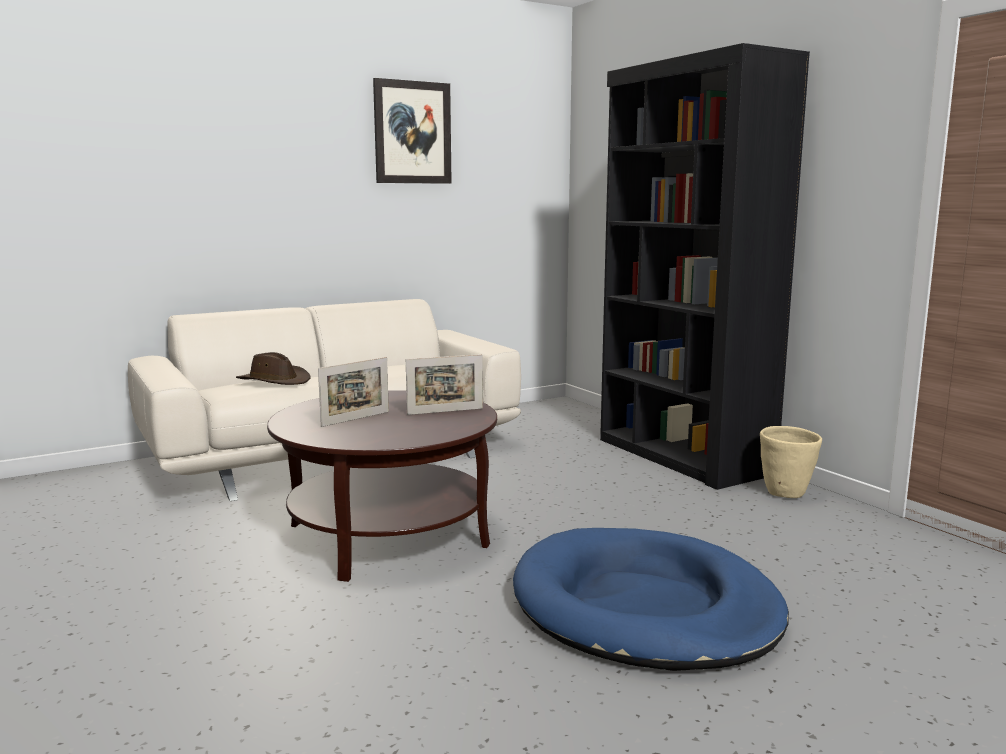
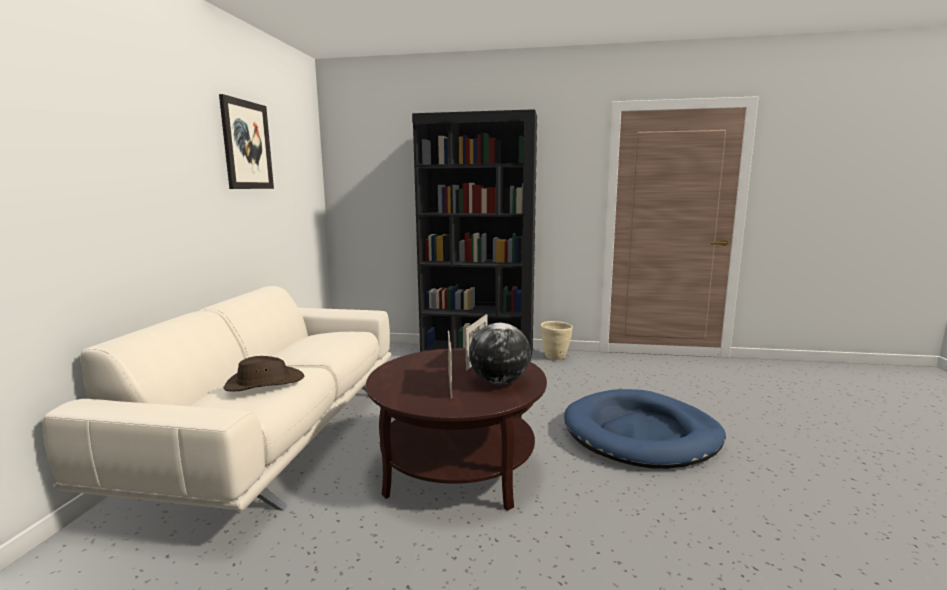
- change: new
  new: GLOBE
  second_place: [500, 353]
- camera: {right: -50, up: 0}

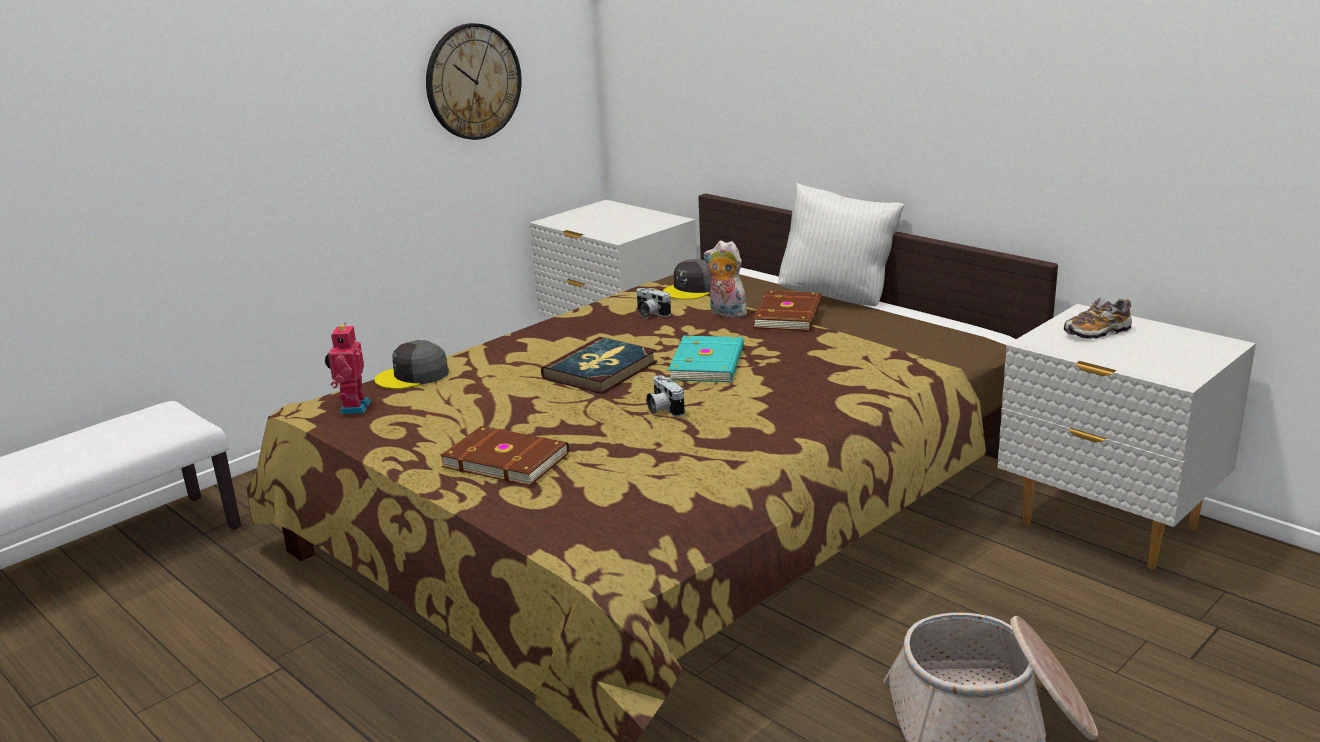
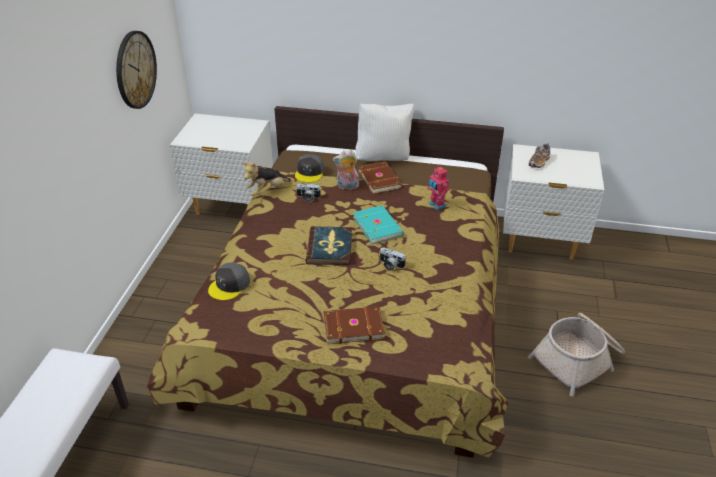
- change: new
  new: PLUSH TOY
  second_place: [266, 179]
- change: shifted
  old: TOY ROBOT
  first_place: [347, 368]
  second_place: [438, 188]
- camera: {right: -35, up: 15}

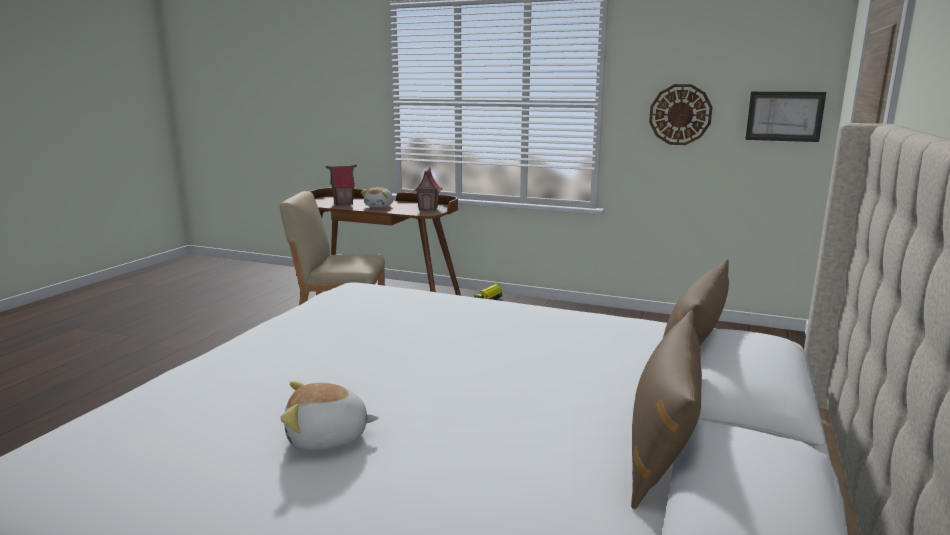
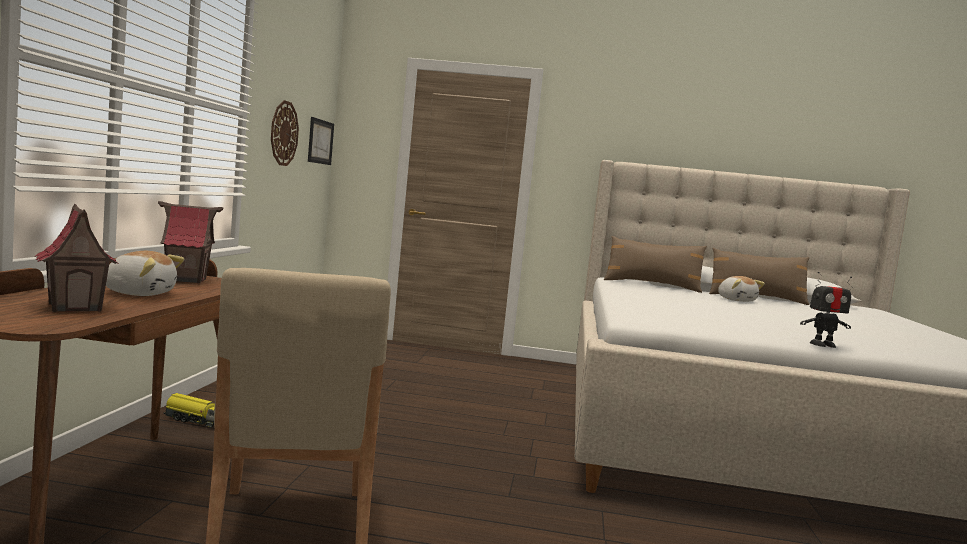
- change: new
  new: TOY ROBOT
  second_place: [826, 310]
- change: shifted
  old: PLUSH TOY
  first_place: [329, 416]
  second_place: [741, 289]
- camera: {right: -105, up: -10}

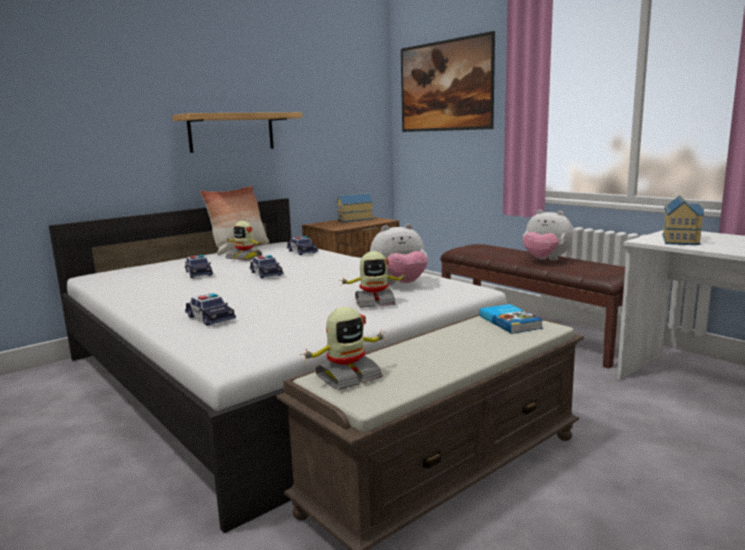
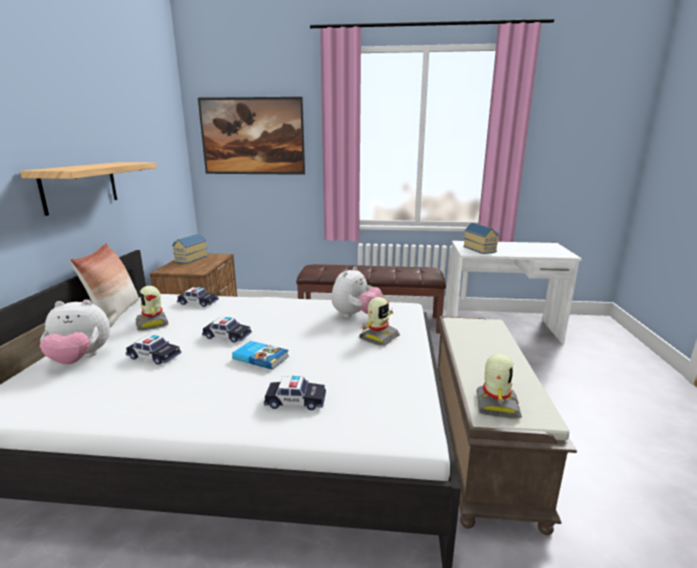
- change: shifted
  old: BOOK
  first_place: [511, 319]
  second_place: [260, 355]
- change: shifted
  old: PLUSH TOY
  first_place: [548, 235]
  second_place: [75, 332]
- change: rotated
  old: TOY ROBOT
  first_place: [244, 241]
  second_place: [152, 308]
  degrees: 75
- camera: {right: -45, up: 5}

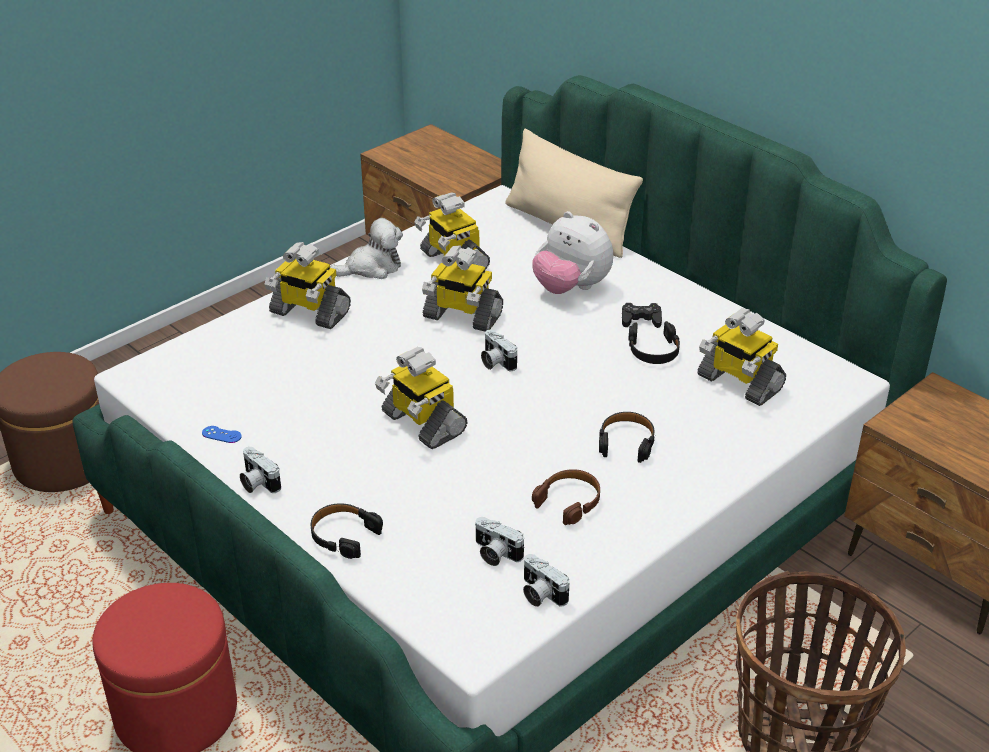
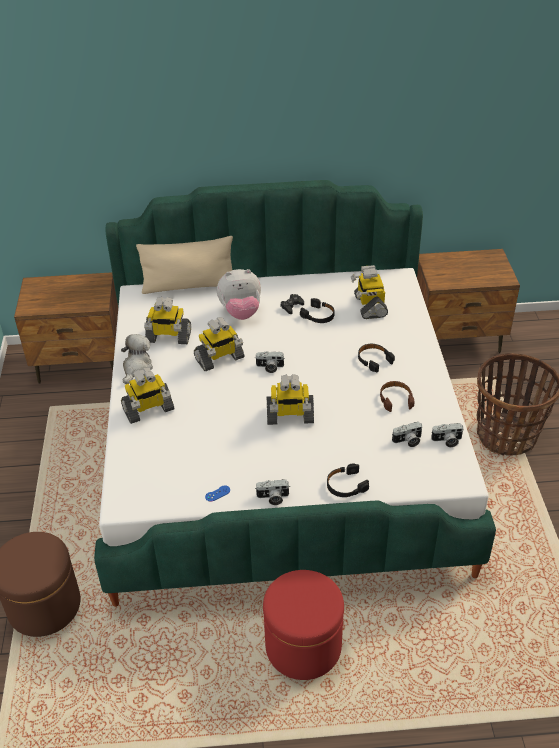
- change: rotated
  old: TOY ROBOT
  first_place: [741, 357]
  second_place: [369, 292]
  degrees: 90
- camera: {right: -50, up: 5}

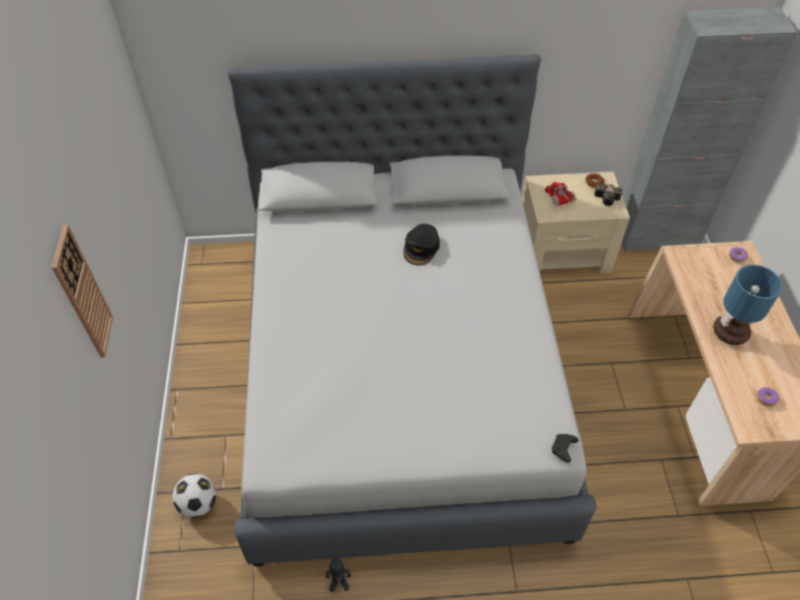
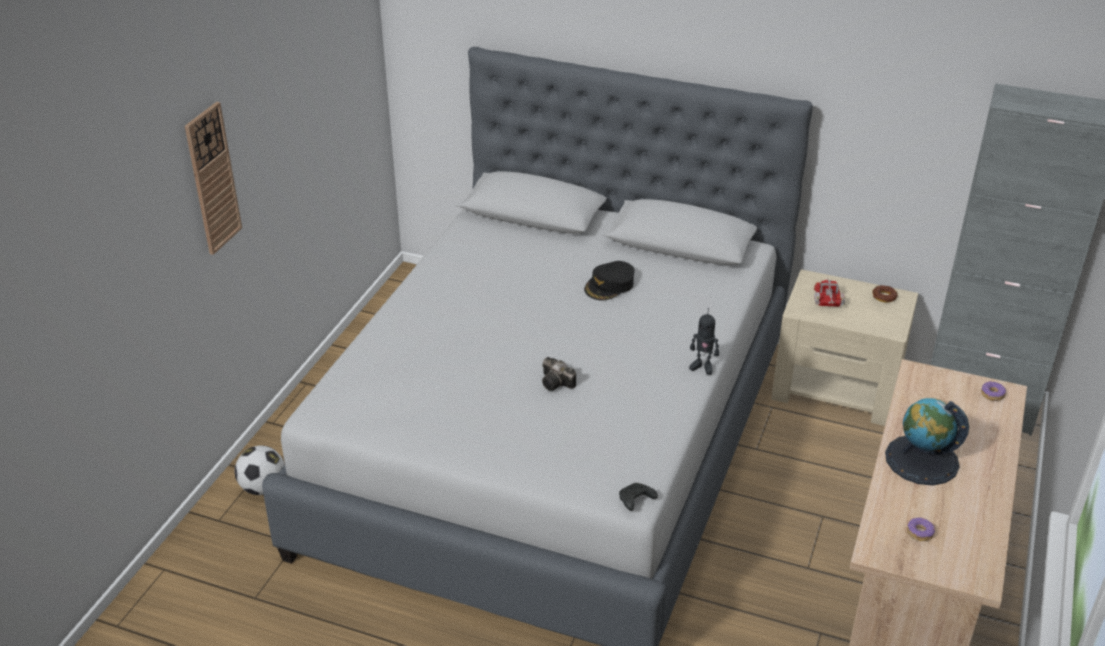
- change: shifted
  old: TOY ROBOT
  first_place: [338, 575]
  second_place: [704, 341]
- change: shifted
  old: PHOTO CAMERA
  first_place: [608, 195]
  second_place: [559, 374]
- change: swapped
  old: TABLE LAMP
  new: GLOBE
  first_place: [747, 305]
  second_place: [927, 441]
- camera: {right: 25, up: -15}

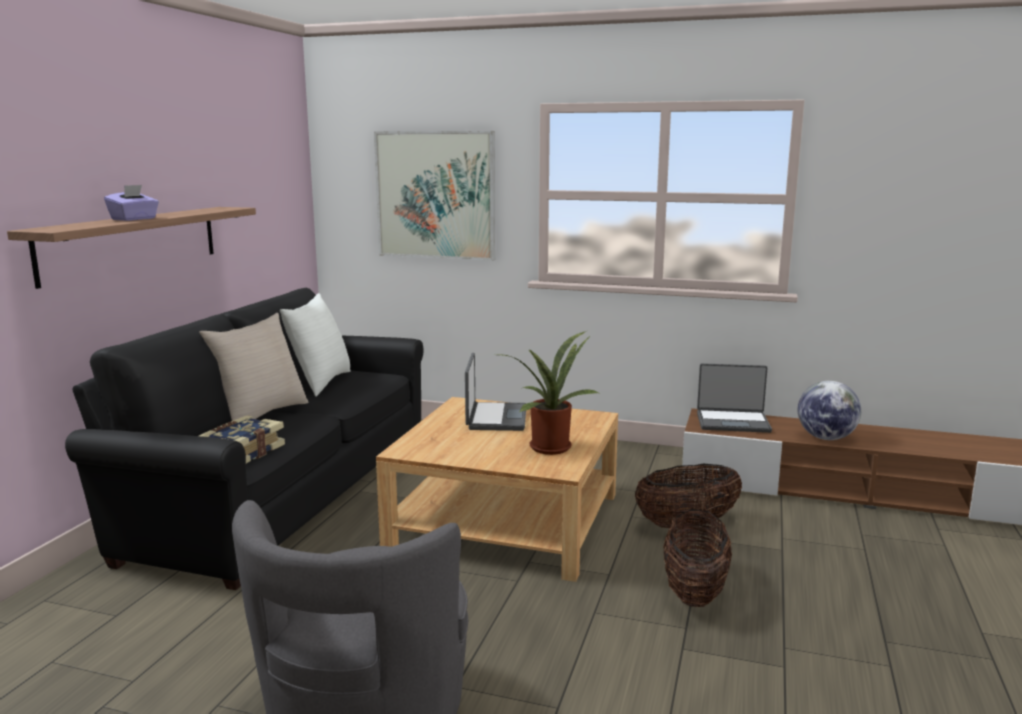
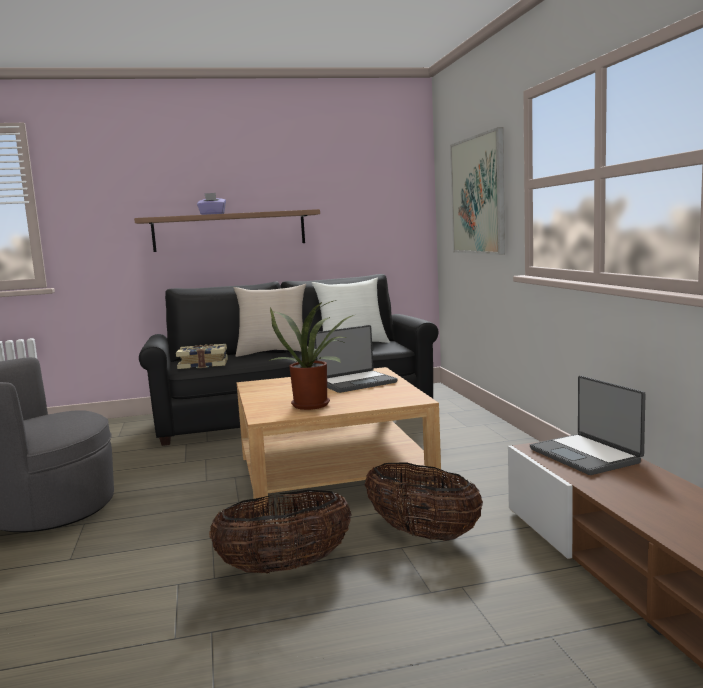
- change: gone
  old: GLOBE
  first_place: [829, 410]
- camera: {right: 60, up: -5}

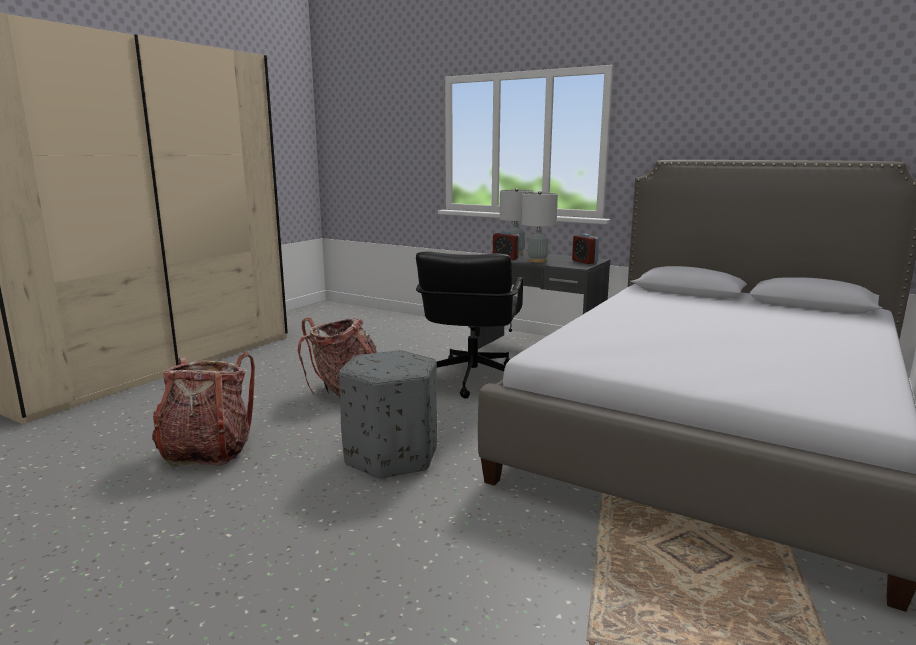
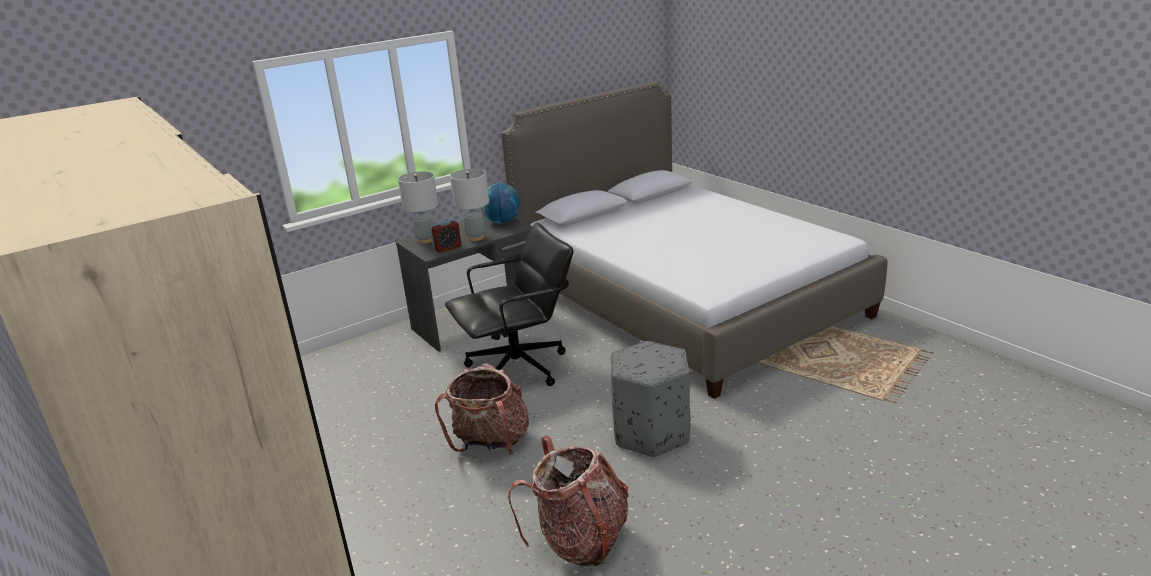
- change: swapped
  old: ALARM CLOCK
  new: GLOBE
  first_place: [585, 248]
  second_place: [500, 203]
- change: rotated
  old: BLACK OFFICE CHAIR
  first_place: [469, 325]
  second_place: [509, 304]
  degrees: -60
- camera: {right: -65, up: 10}

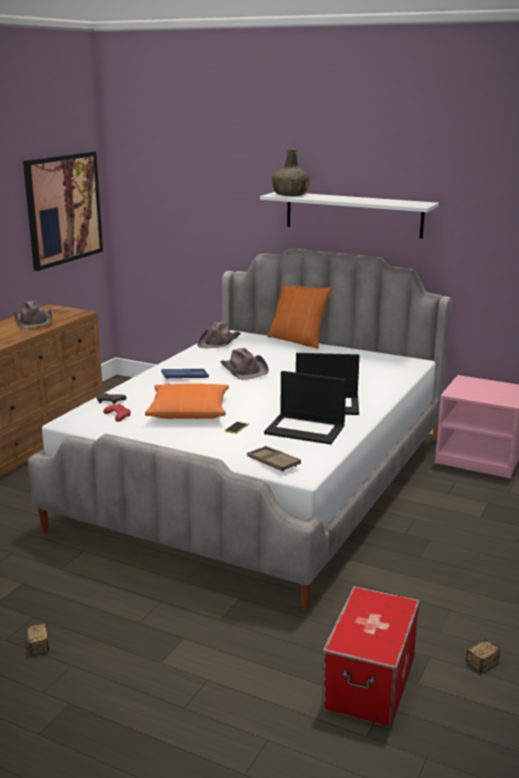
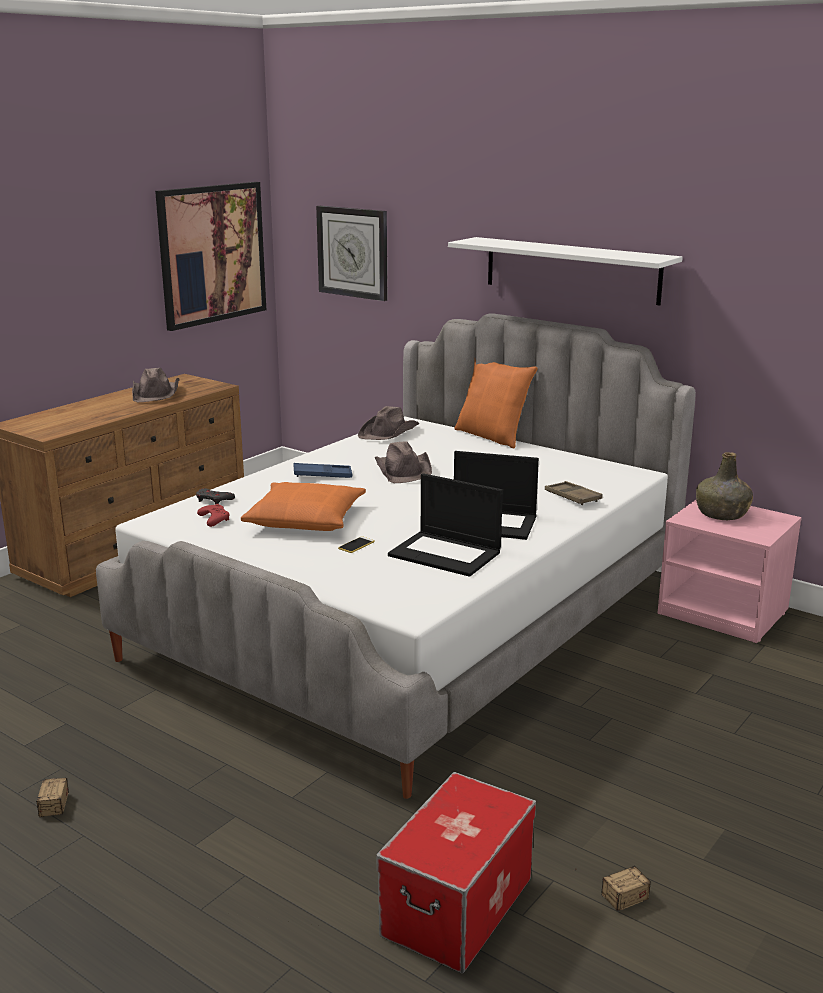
- change: new
  new: WALL CLOCK
  second_place: [351, 253]
- change: shifted
  old: BROWN TRAY
  first_place: [274, 459]
  second_place: [574, 493]
- change: shifted
  old: GREEN BOTTLE
  first_place: [291, 172]
  second_place: [724, 486]
- camera: {right: 10, up: 0}

